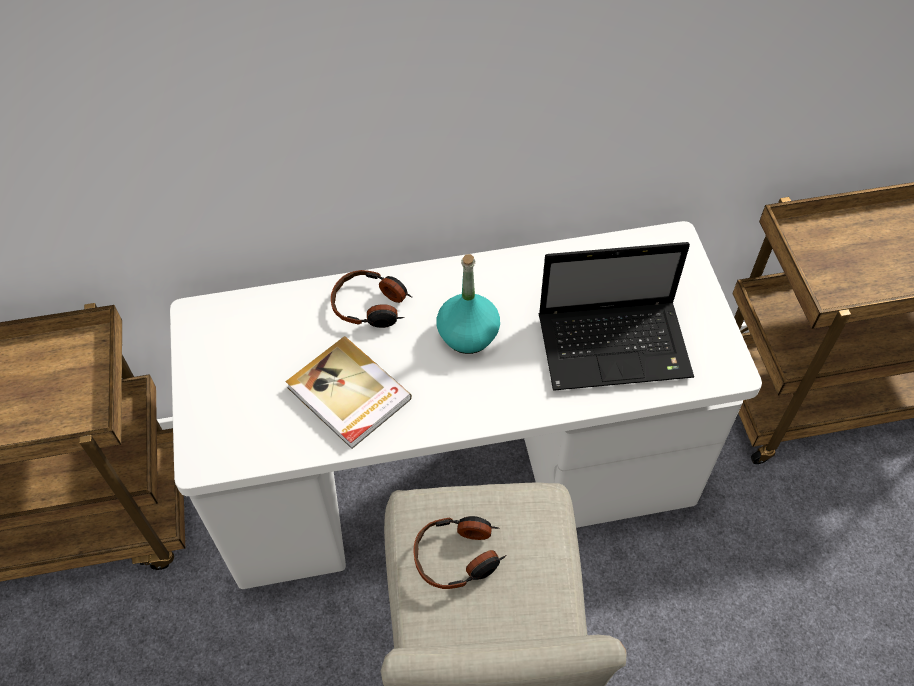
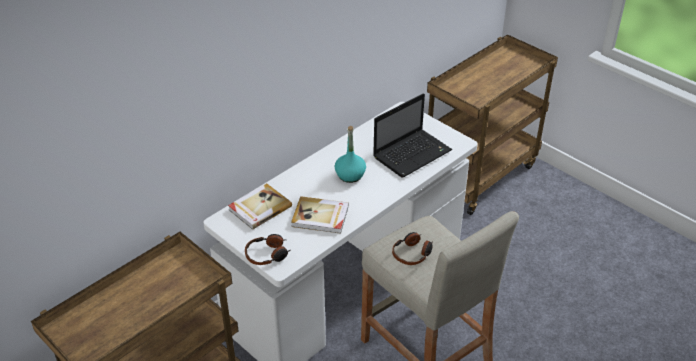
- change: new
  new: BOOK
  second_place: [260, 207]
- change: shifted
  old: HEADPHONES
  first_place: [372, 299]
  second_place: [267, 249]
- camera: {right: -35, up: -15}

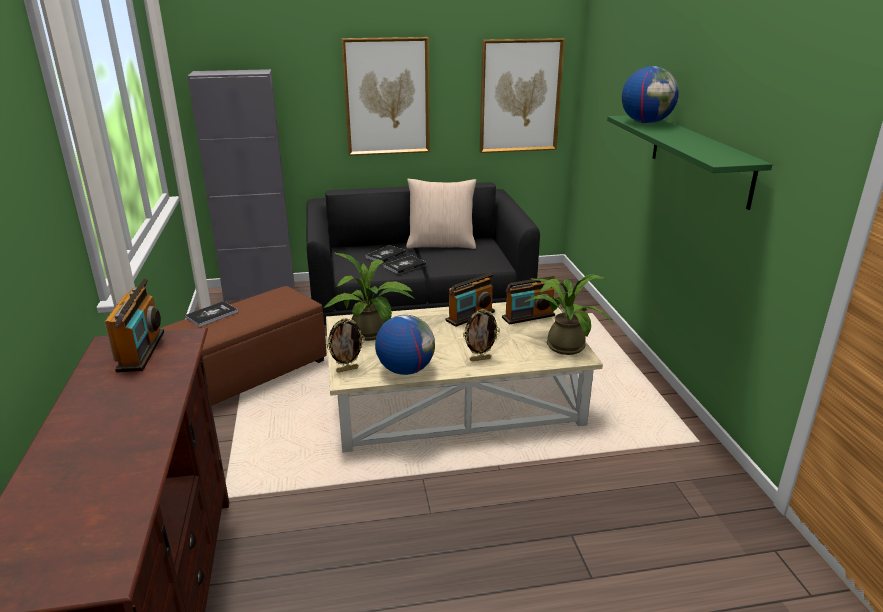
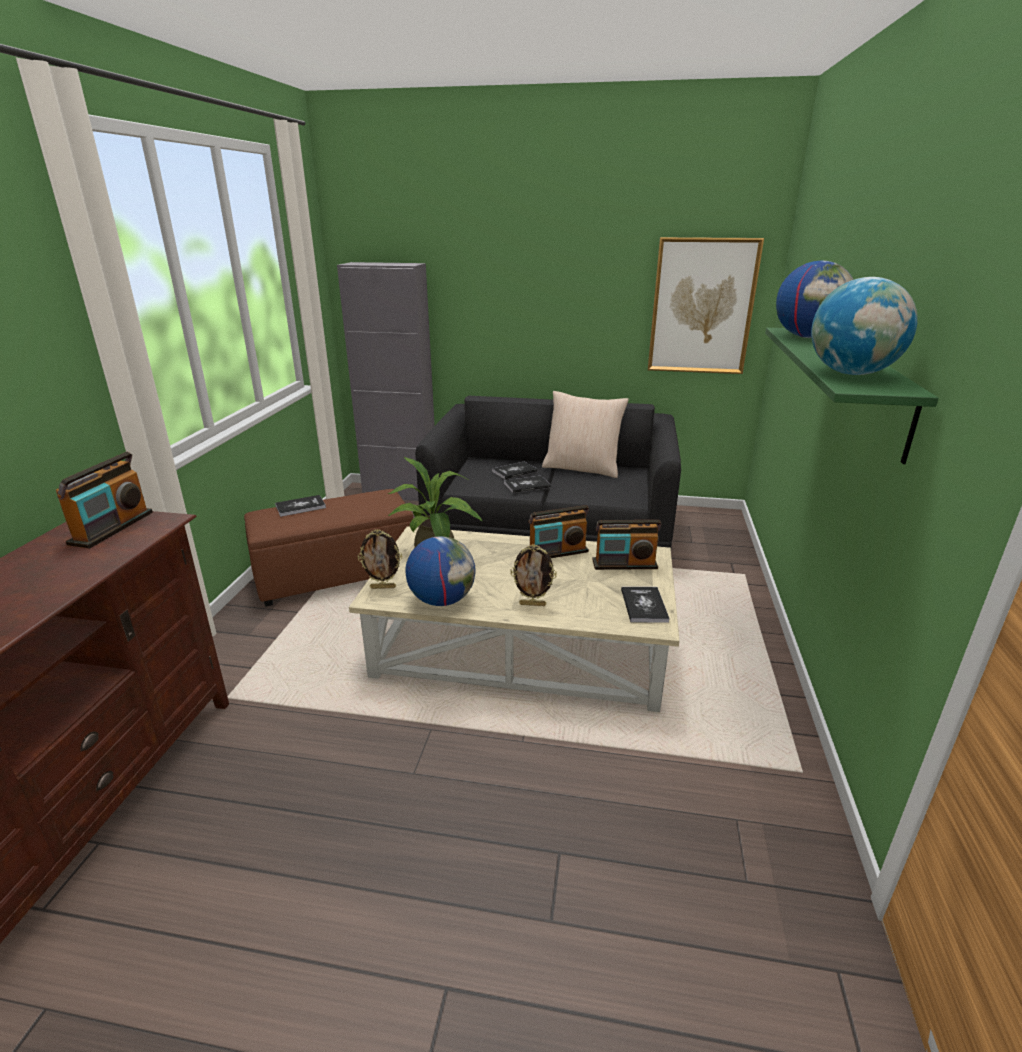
- change: gone
  old: PICTURE
  first_place: [385, 96]
- change: new
  new: GLOBE
  second_place: [864, 326]
- change: swapped
  old: POTTED PLANT
  new: BOOK
  first_place: [568, 314]
  second_place: [645, 605]
- camera: {right: 20, up: 0}

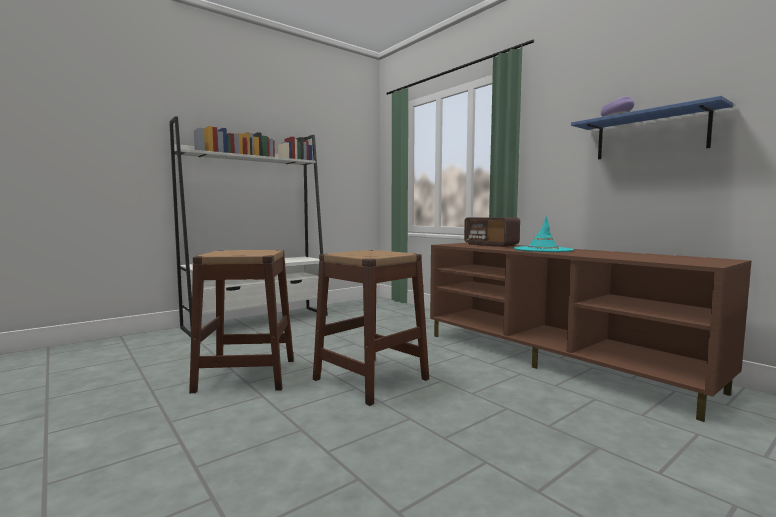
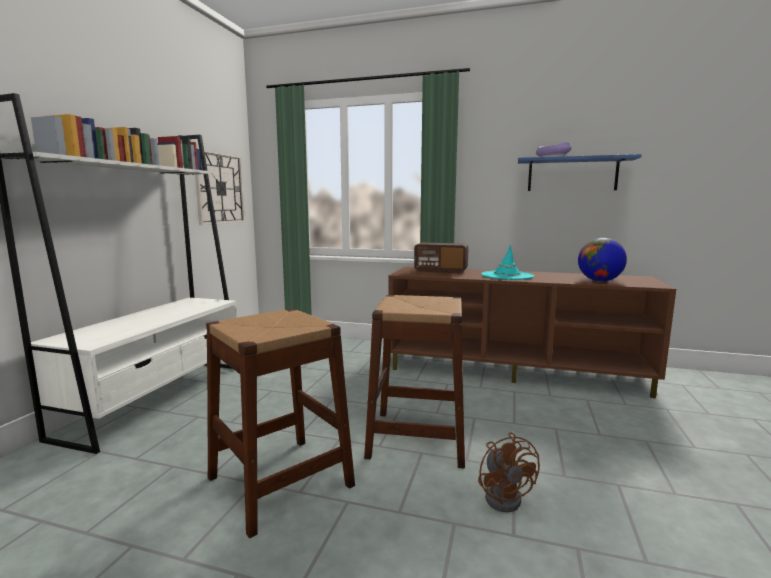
- change: new
  new: WALL CLOCK
  second_place: [220, 186]
- change: new
  new: BROWN FAN
  second_place: [509, 472]
- change: new
  new: GLOBE
  second_place: [602, 260]
- camera: {right: -35, up: 5}

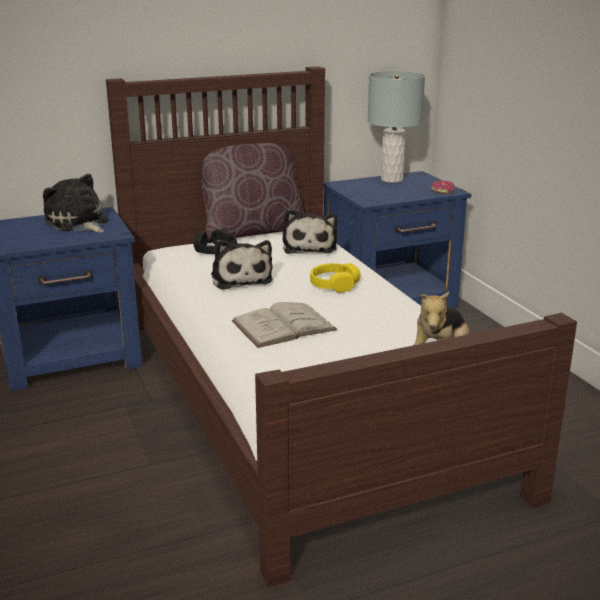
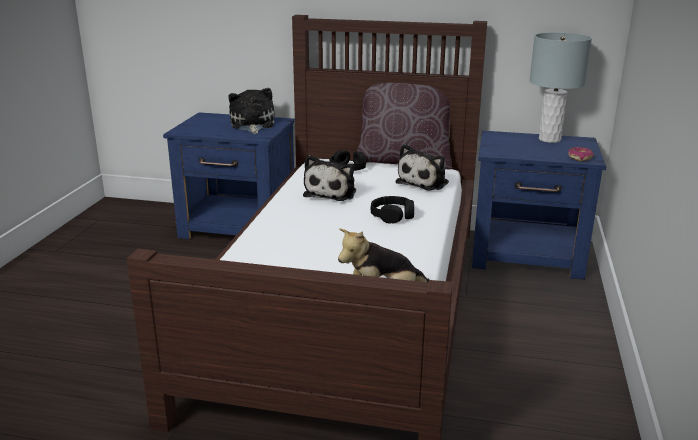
- change: gone
  old: WHITE BOOK
  first_place: [285, 325]
- change: repainted
  old: YELLOW HEADPHONES
  new: BLACK HEADPHONES
  first_place: [335, 278]
  second_place: [392, 210]
- camera: {right: 35, up: 0}

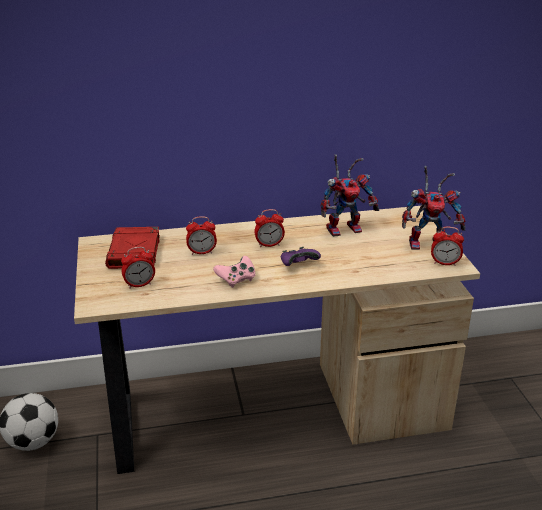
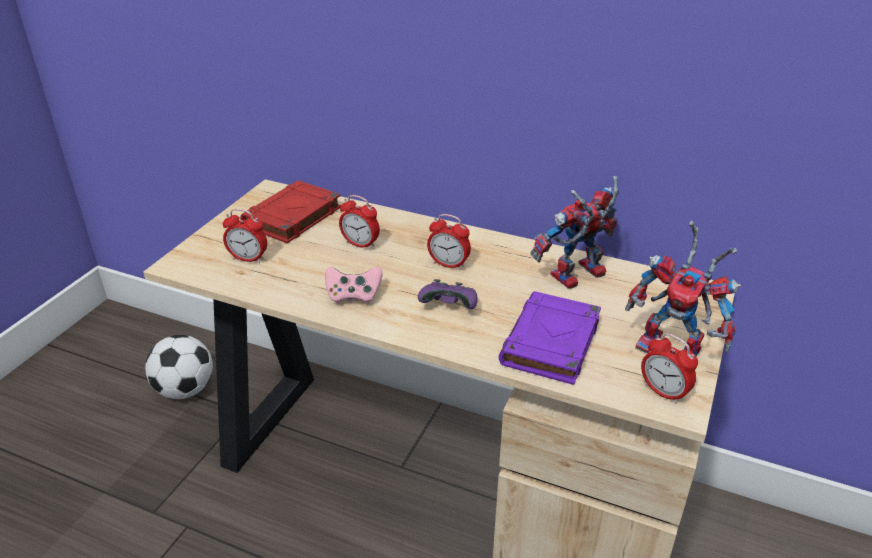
- change: new
  new: PURPLE BOOK
  second_place: [549, 338]
- change: rotated
  old: TOY ROBOT
  first_place: [349, 195]
  second_place: [574, 232]
  degrees: 135
- camera: {right: 35, up: 5}

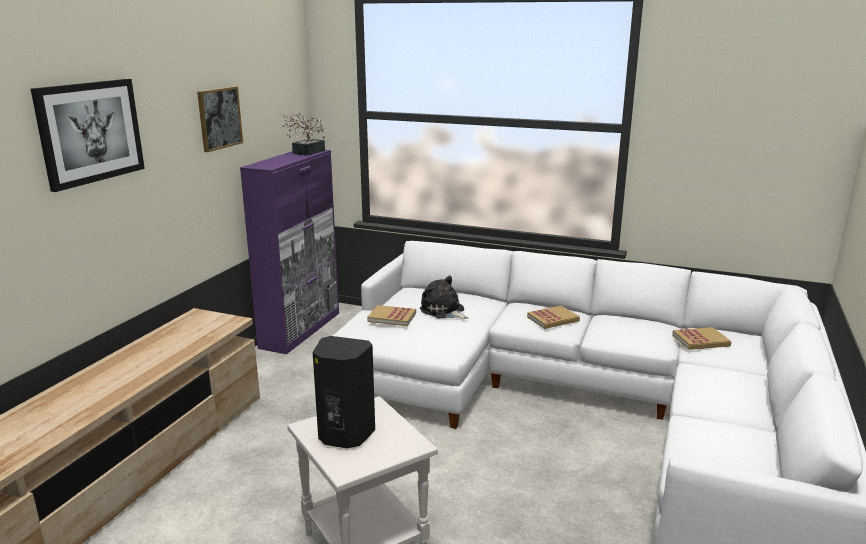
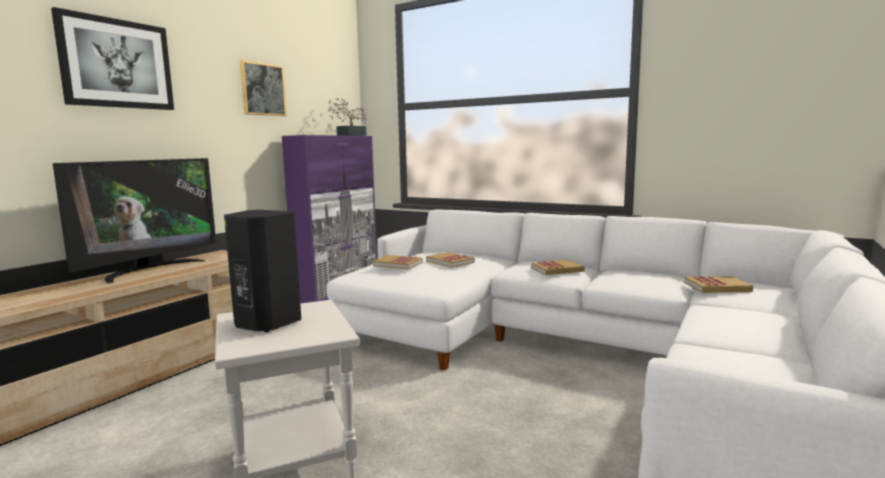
- change: new
  new: TELEVISION
  second_place: [134, 221]
- change: swapped
  old: PLUSH TOY
  new: BOOK
  first_place: [444, 297]
  second_place: [450, 260]
- camera: {right: 10, up: -10}

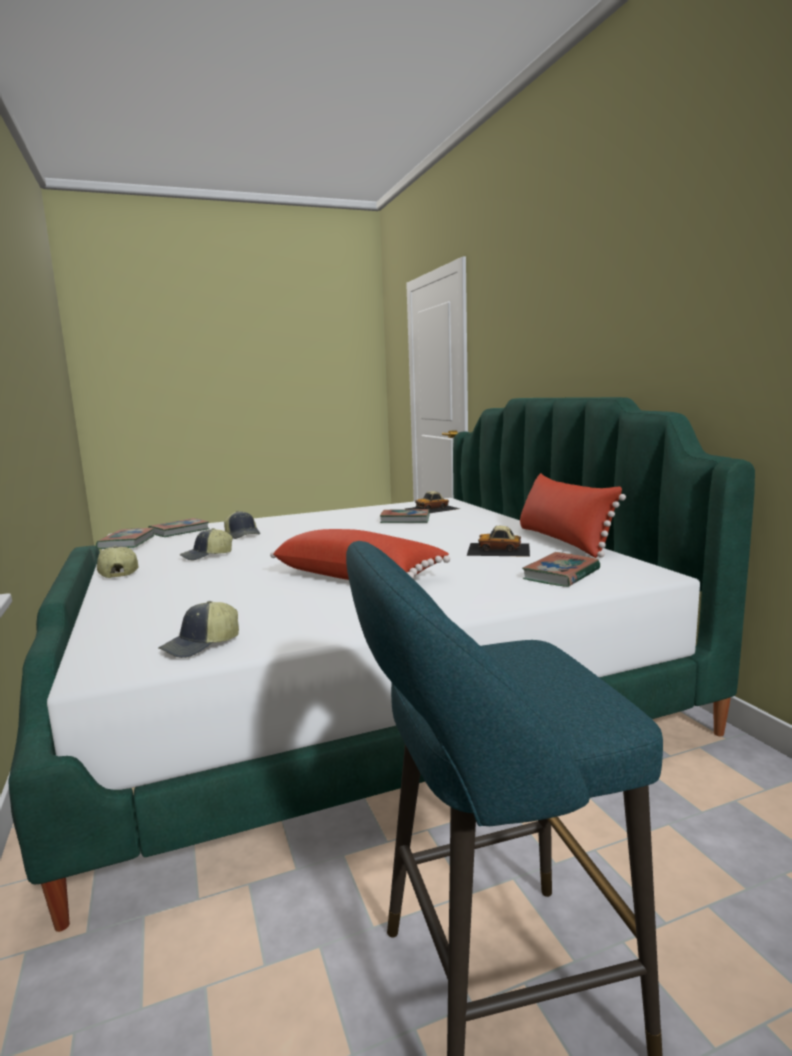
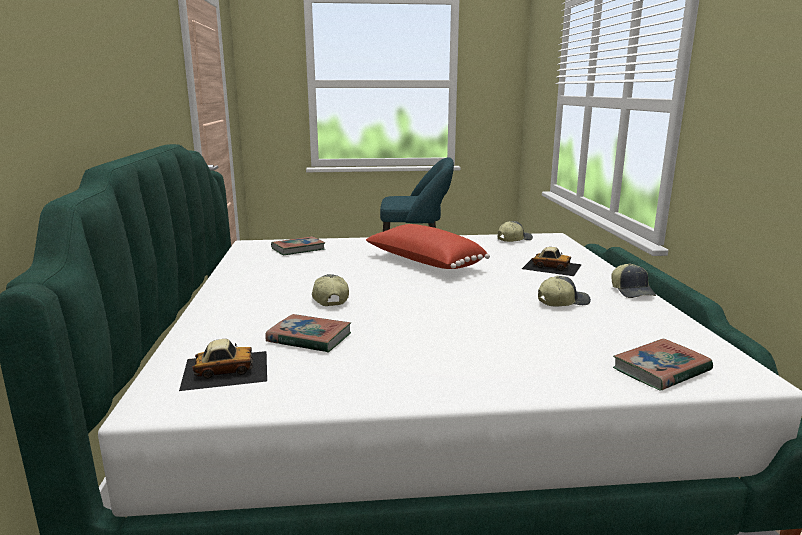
- change: gone
  old: BOOK
  first_place: [125, 538]
- change: gone
  old: RED PILLOW
  first_place: [573, 515]
- change: shifted
  old: CAP
  first_place: [242, 525]
  second_place: [330, 290]
- change: shifted
  old: TOY CAR
  first_place: [498, 541]
  second_place: [552, 261]
- camera: {right: -165, up: 5}

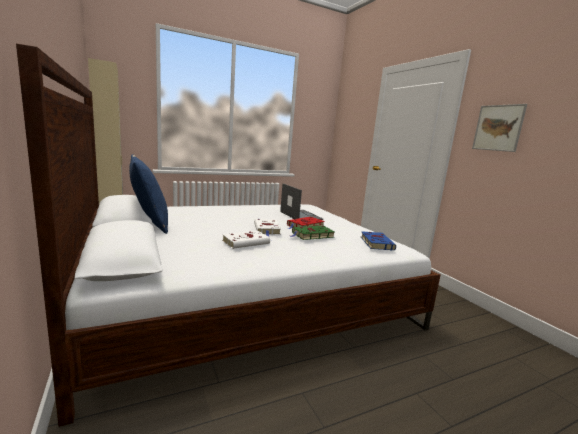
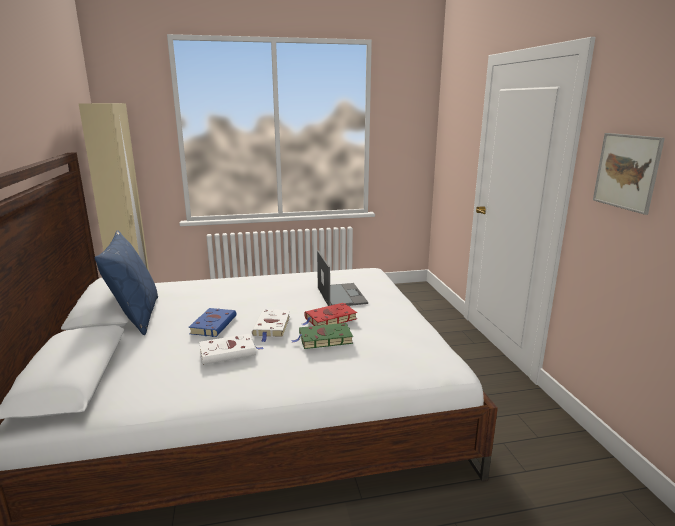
- change: shifted
  old: BLUE BOOK
  first_place: [378, 240]
  second_place: [212, 322]
- camera: {right: 15, up: 5}

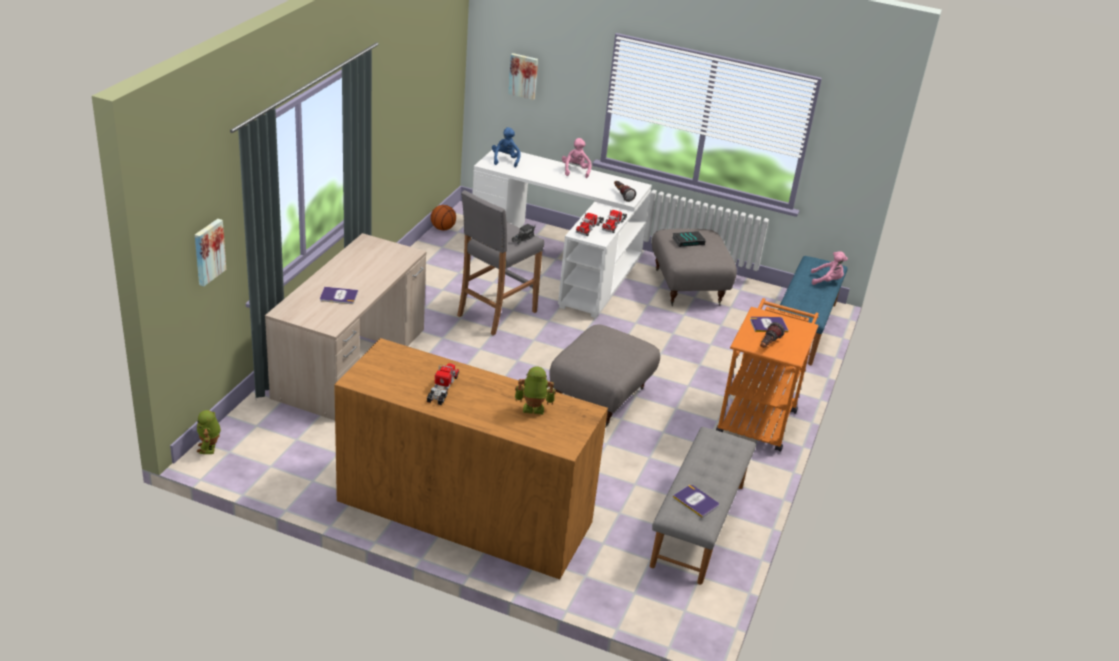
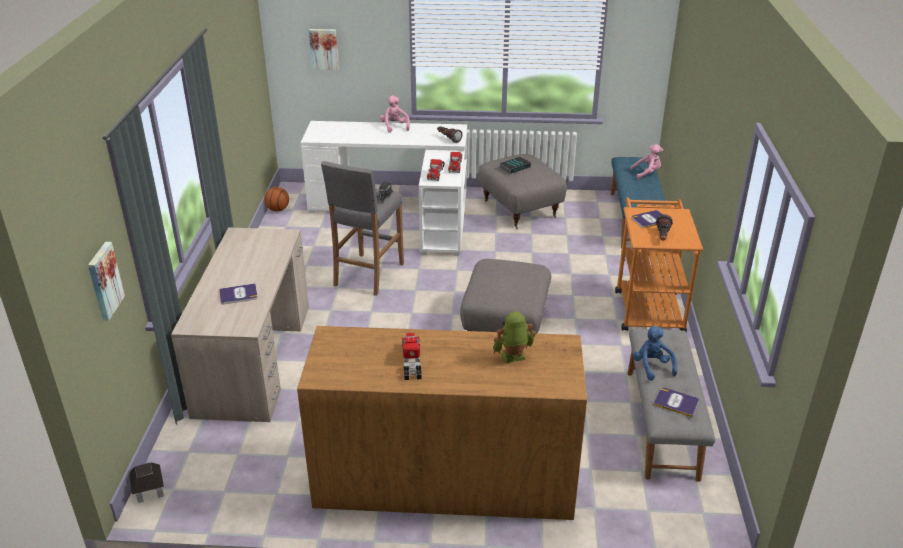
- change: shifted
  old: BLUE PLUSH TOY
  first_place: [506, 147]
  second_place: [655, 353]
- change: swapped
  old: TOY ROBOT
  new: TOY HOUSE
  first_place: [209, 432]
  second_place: [147, 482]
- camera: {right: -15, up: 0}

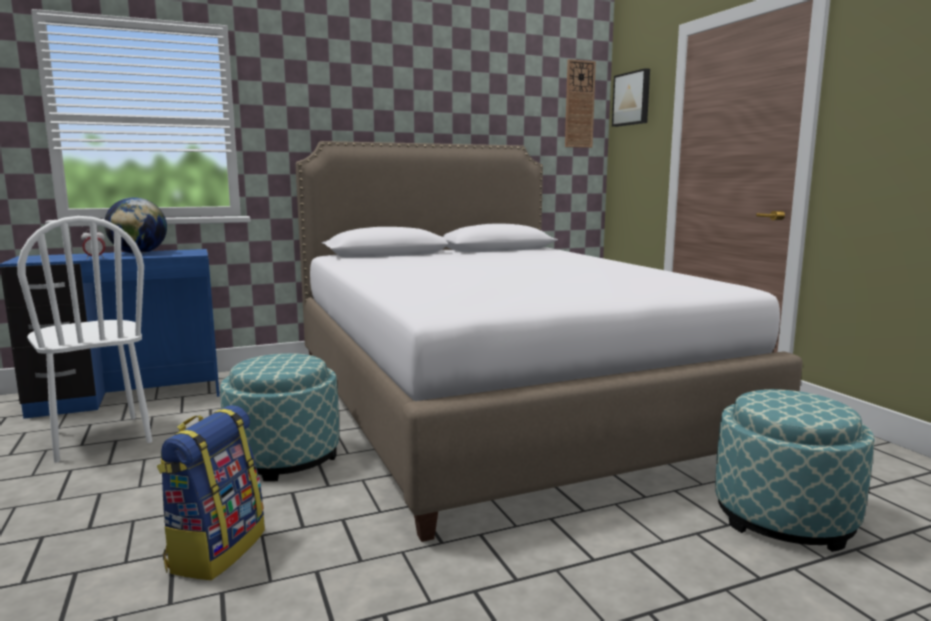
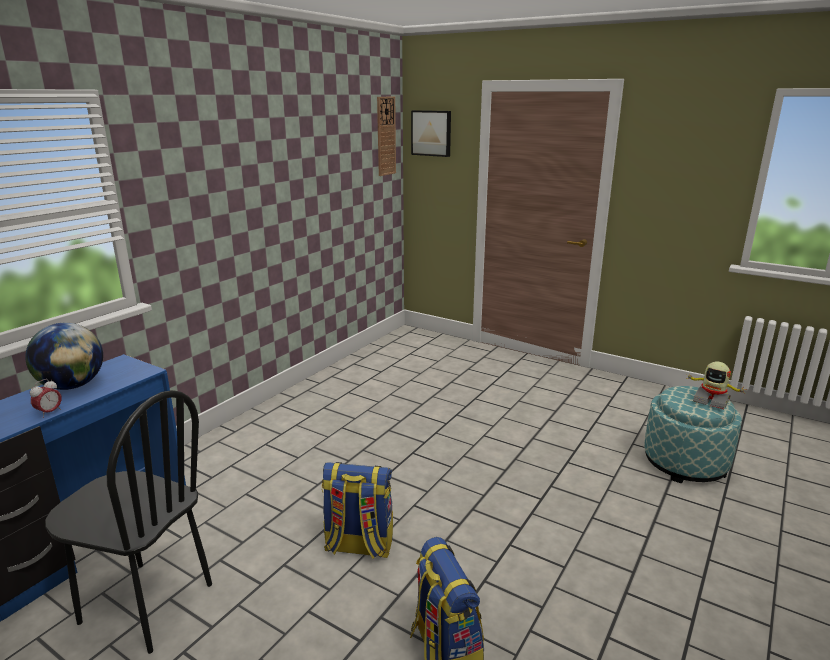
- change: gone
  old: WHITE BED
  first_place: [549, 341]
- change: new
  new: TOY ROBOT
  second_place: [716, 385]
- change: swapped
  old: OTTOMAN
  new: BACKPACK
  first_place: [279, 417]
  second_place: [357, 510]
- change: repainted
  old: WHITE CHAIR
  new: BLACK CHAIR
  first_place: [85, 339]
  second_place: [128, 522]
- camera: {right: -35, up: 10}

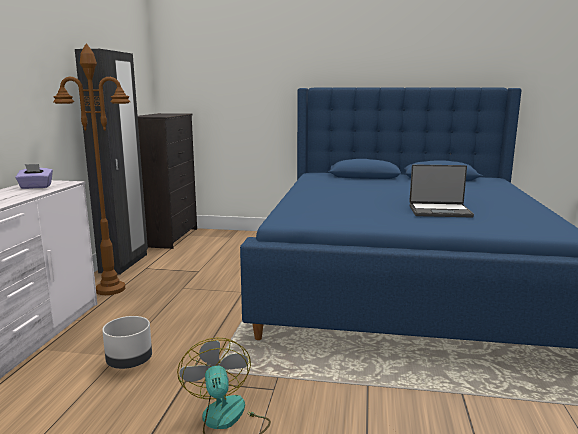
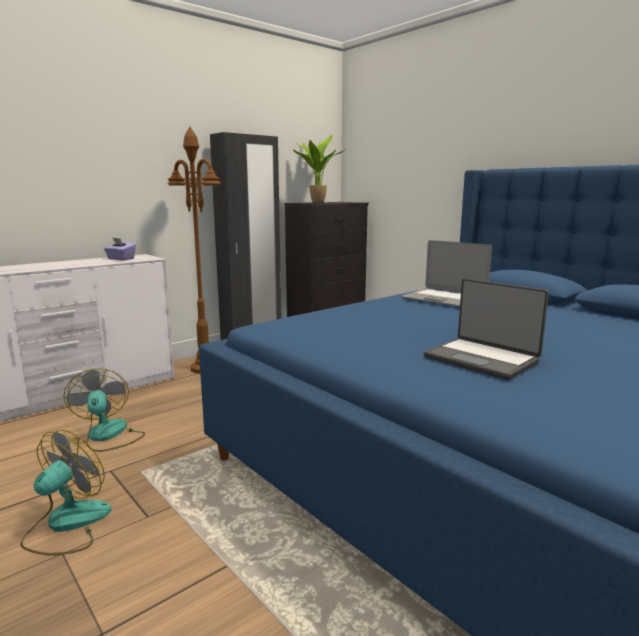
- change: new
  new: POTTED PLANT
  second_place: [318, 169]
- change: new
  new: LAPTOP
  second_place: [446, 273]
- change: swapped
  old: GREY PLANTER
  new: FAN
  first_place: [127, 342]
  second_place: [104, 410]
- camera: {right: 40, up: 0}

